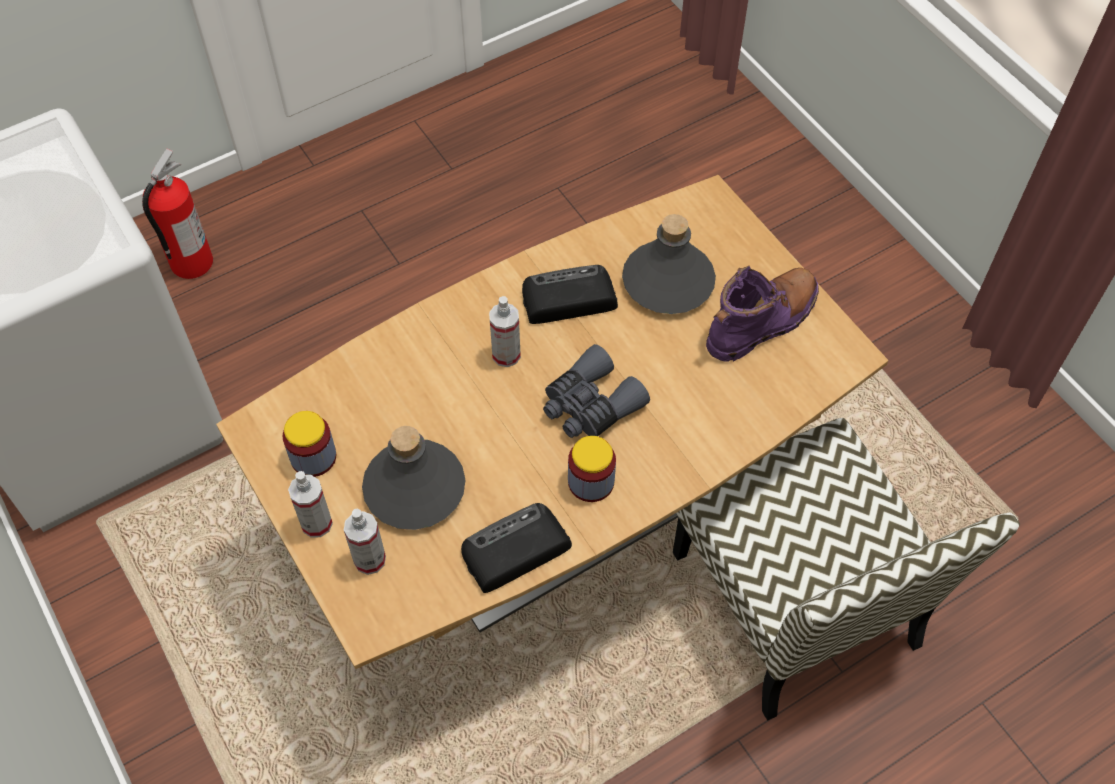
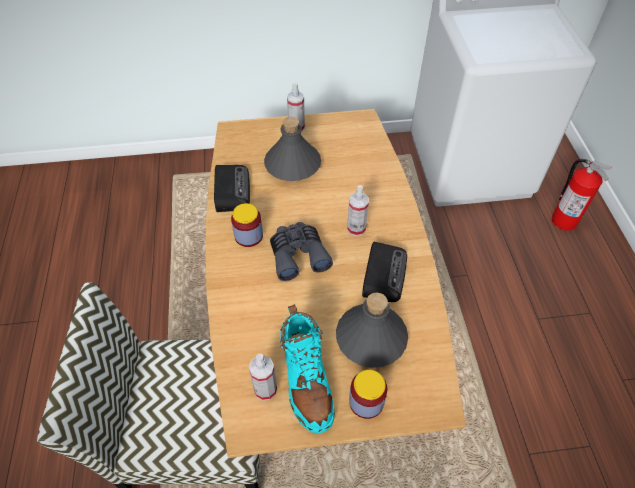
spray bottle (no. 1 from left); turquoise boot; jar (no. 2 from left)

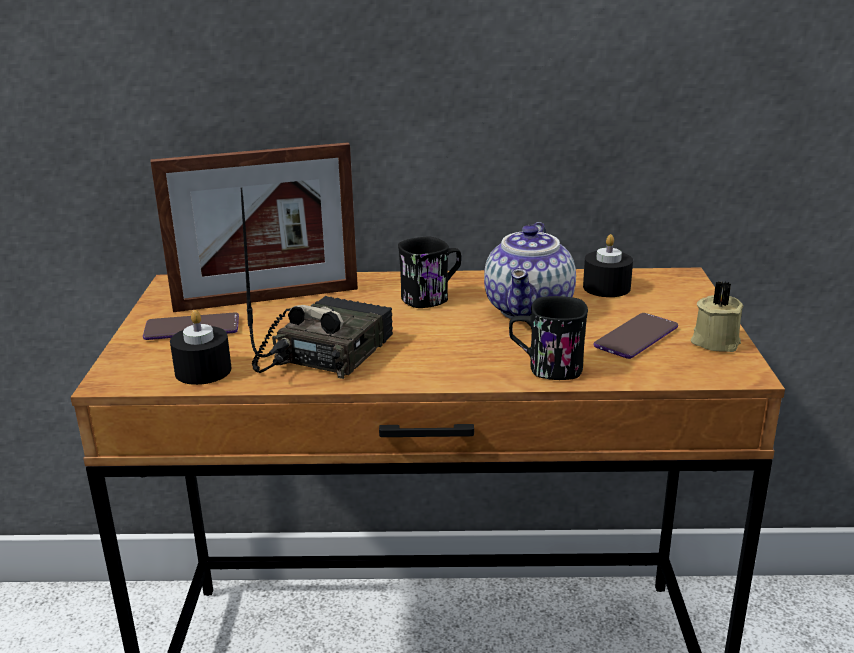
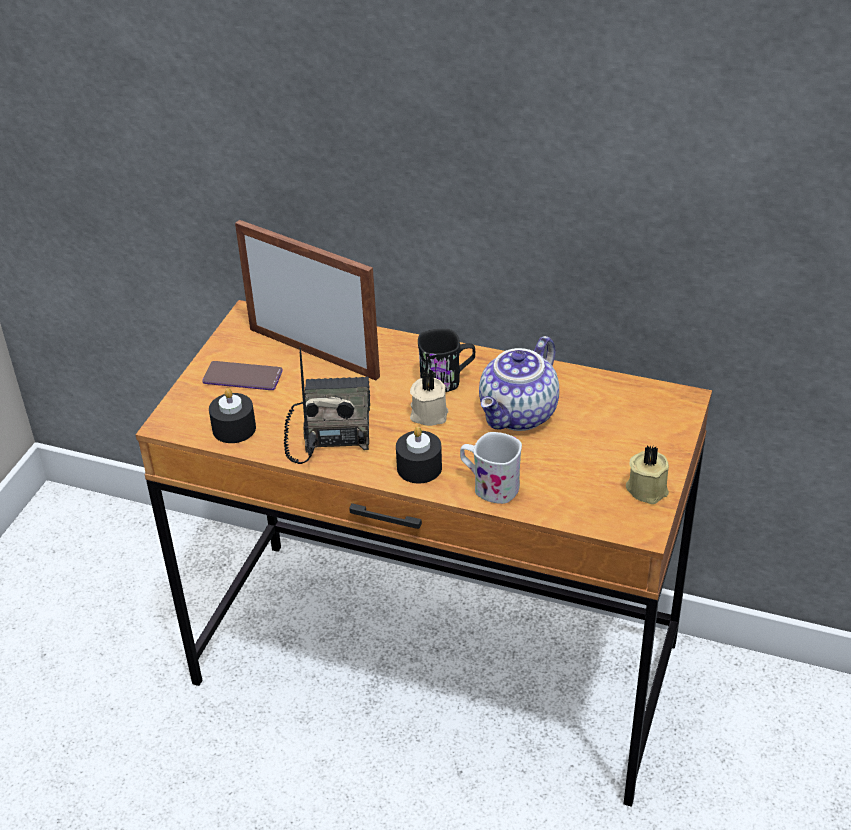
picture frame; radio; black candle (no. 2 from left); beige candle (no. 1 from left); white mug; phone (no. 2 from left in the first image)

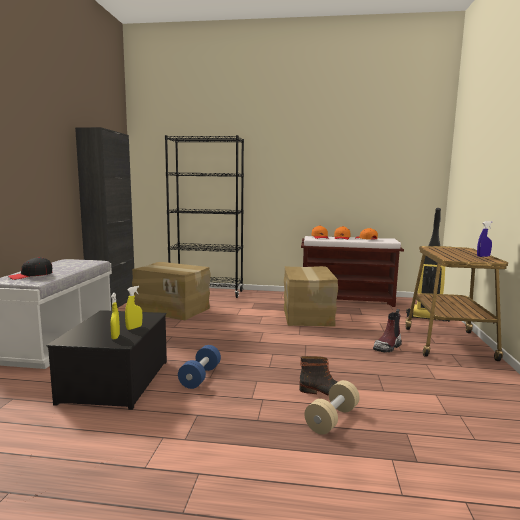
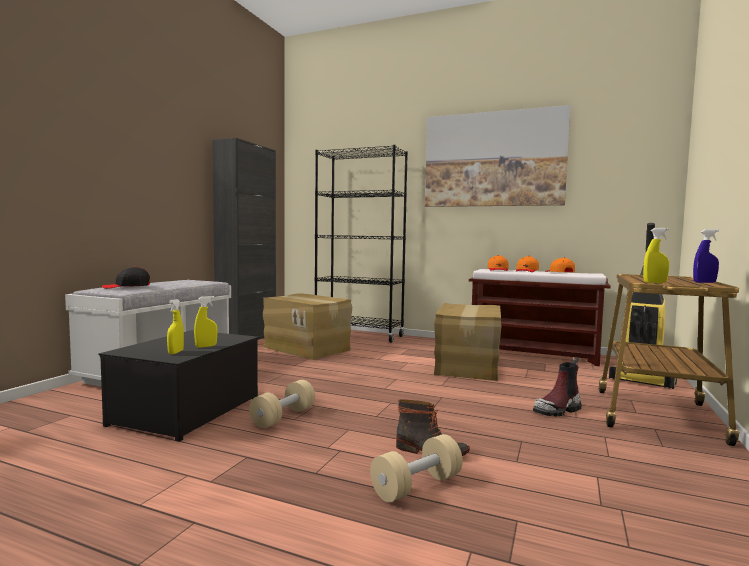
beige dumbbell (no. 1 from left); picture; yellow spray bottle (no. 3 from left)

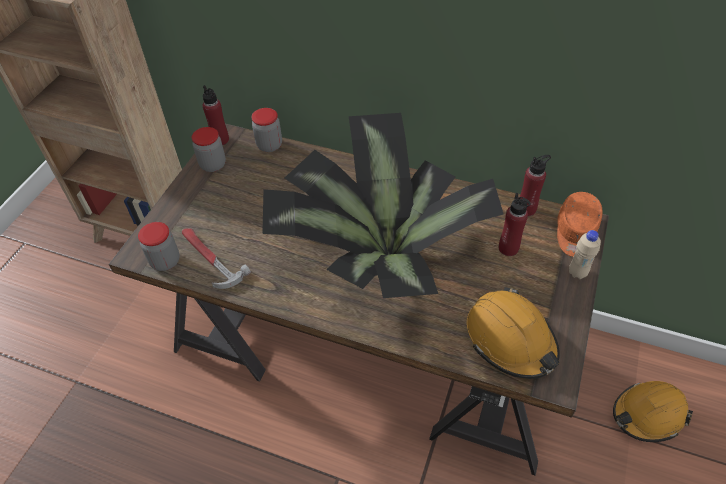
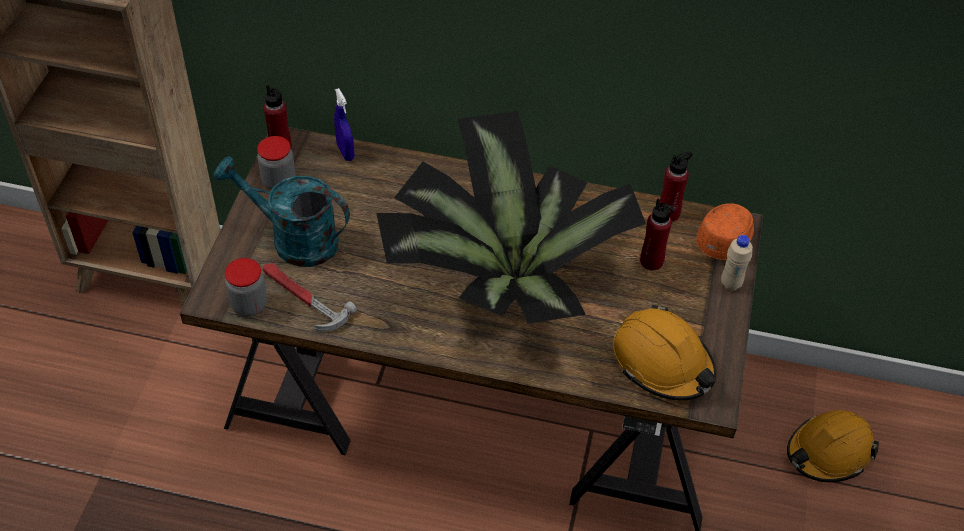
turquoise watering can; blue spray bottle; orange cap

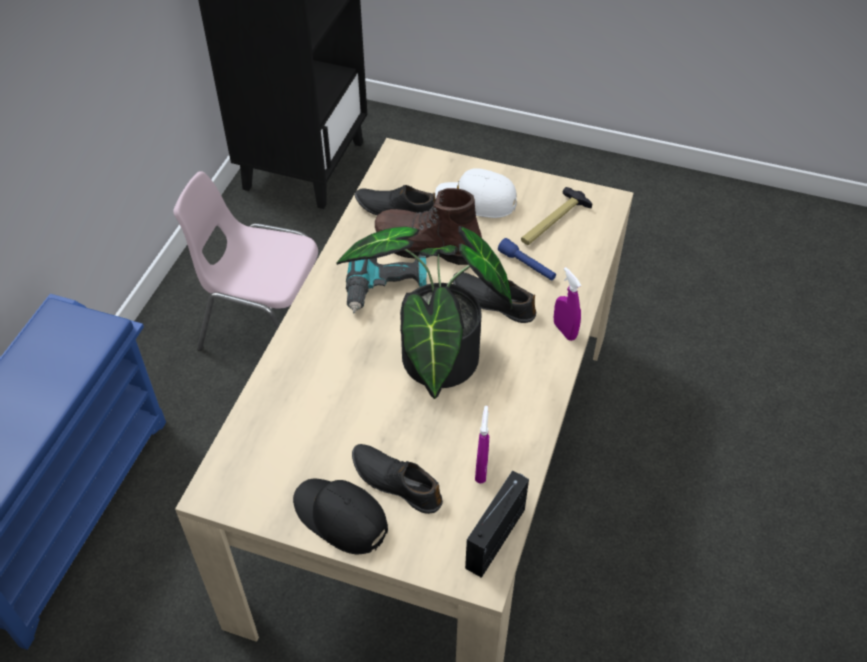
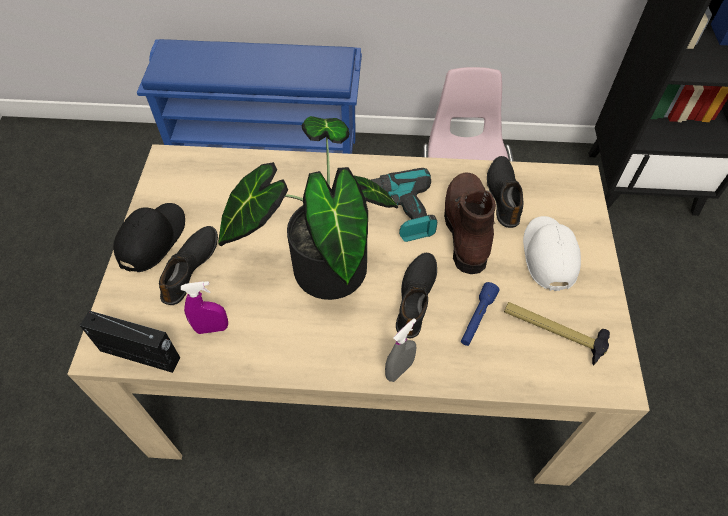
grey spray bottle

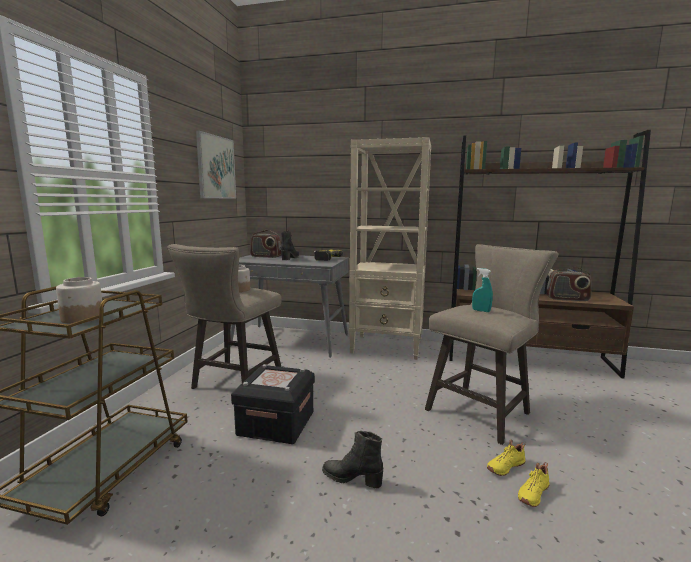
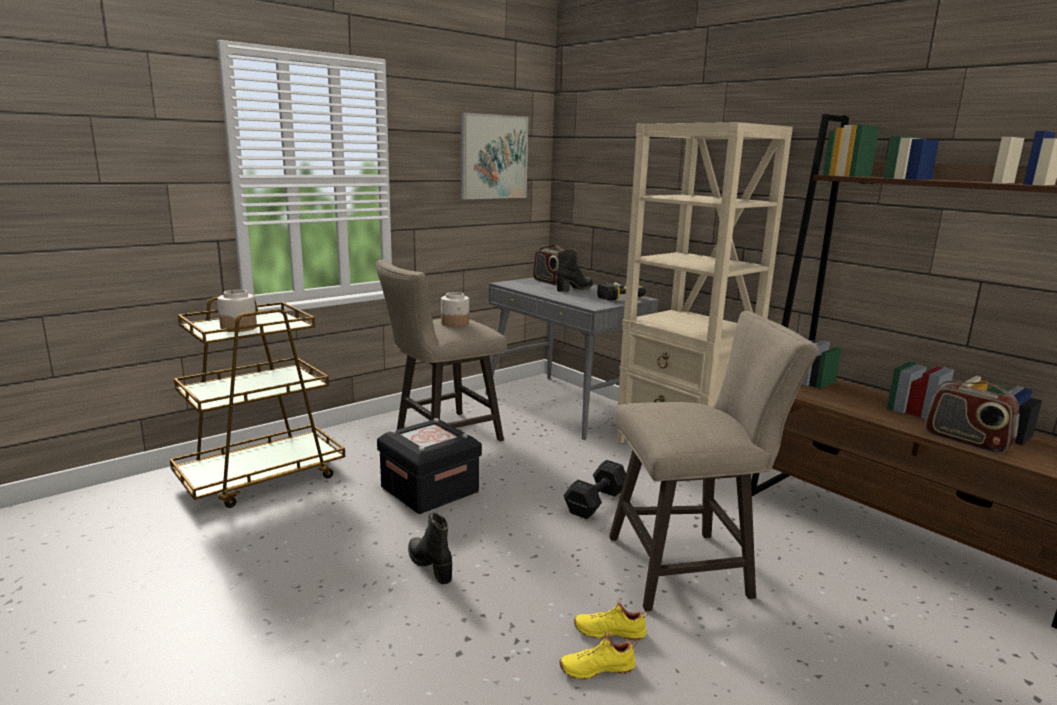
black dumbbell; turquoise spray bottle

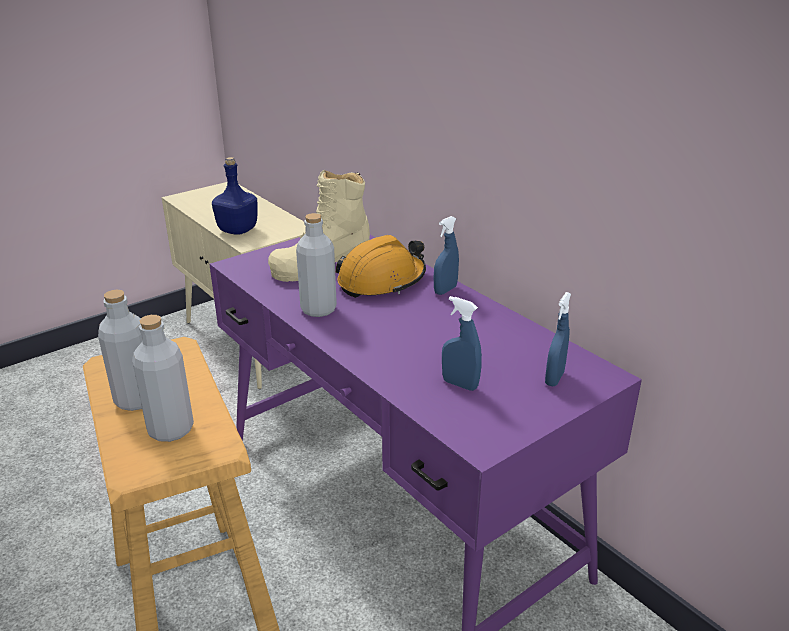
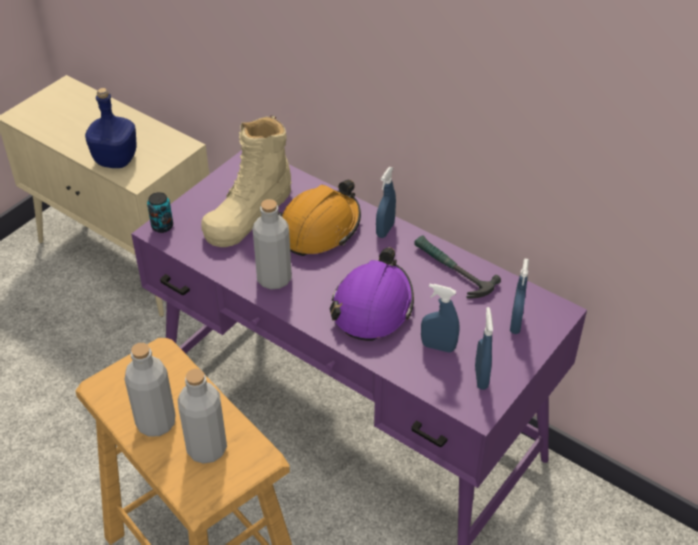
can; purple hard hat; hammer; blue spray bottle (no. 3 from left)

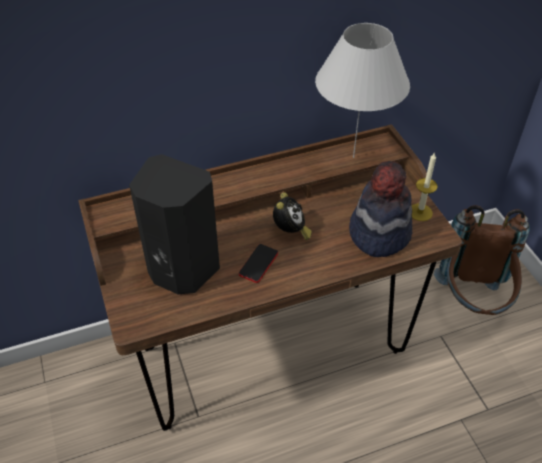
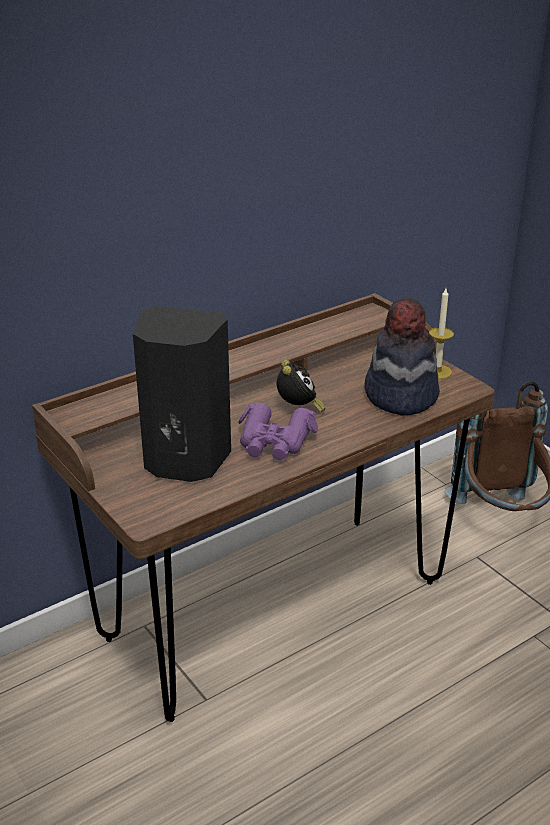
purple binoculars; white table lamp

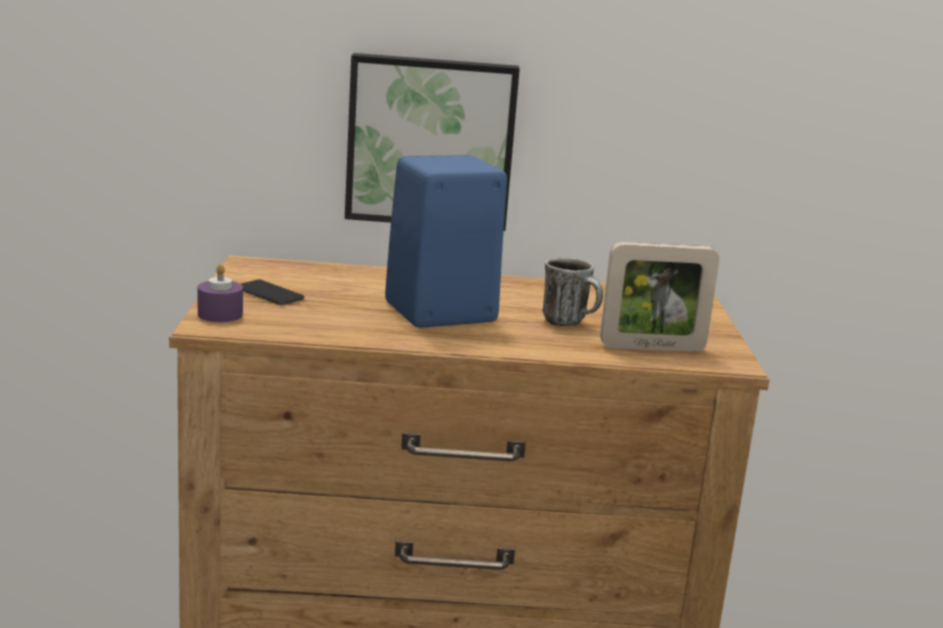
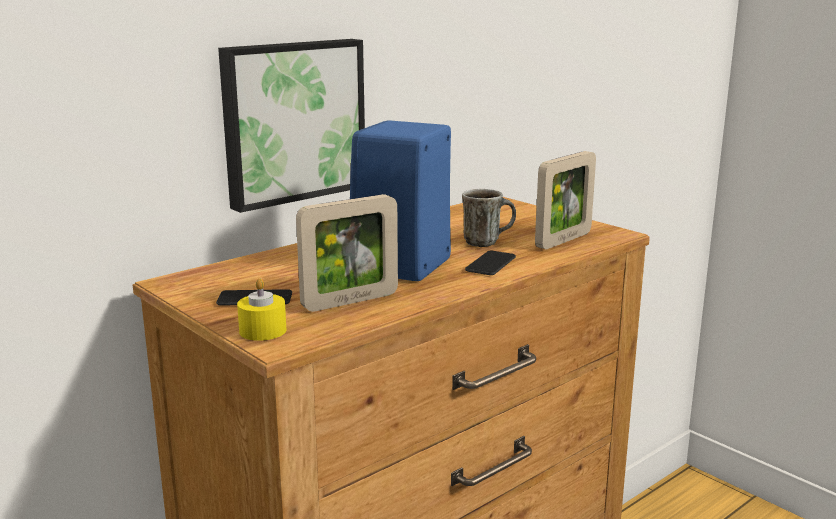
yellow candle; picture frame (no. 1 from left); phone (no. 2 from left)

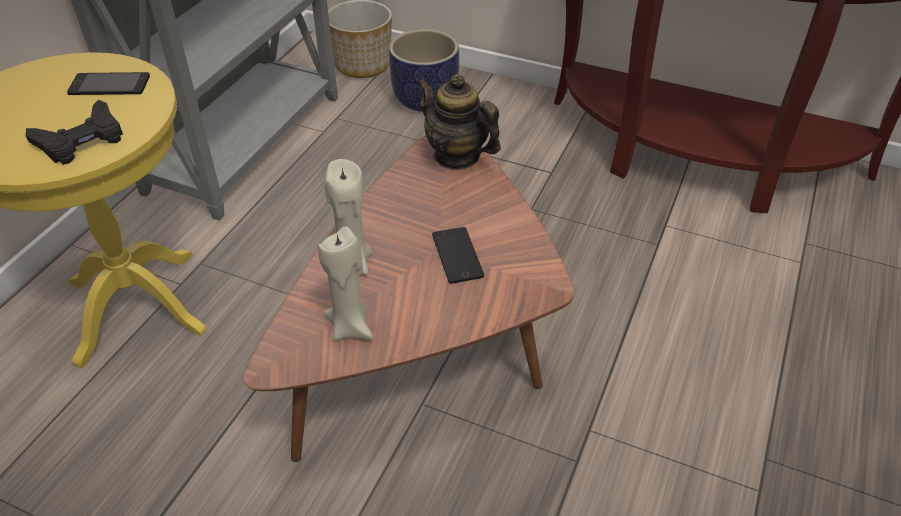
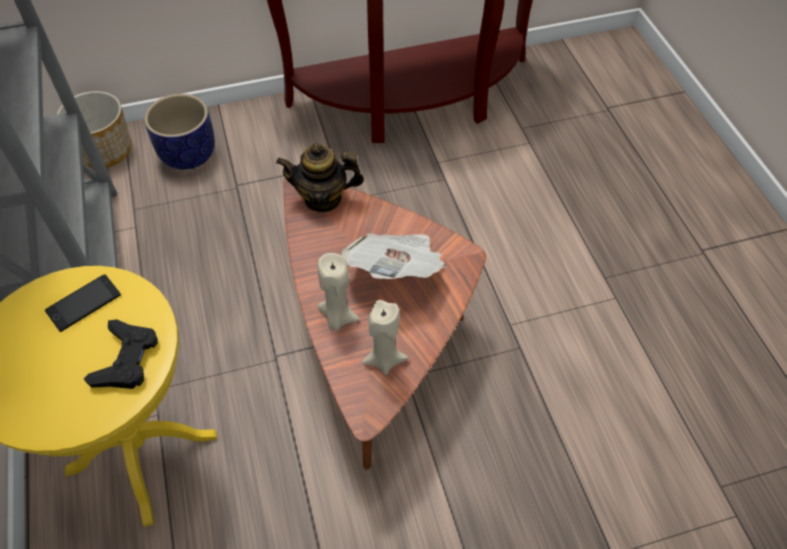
newspaper

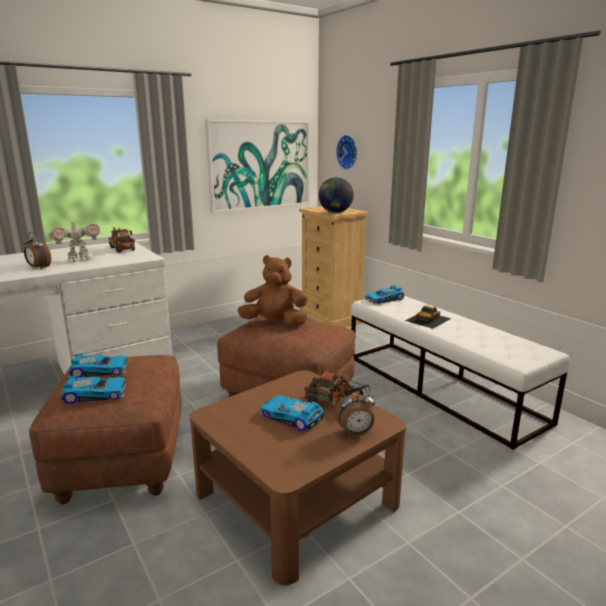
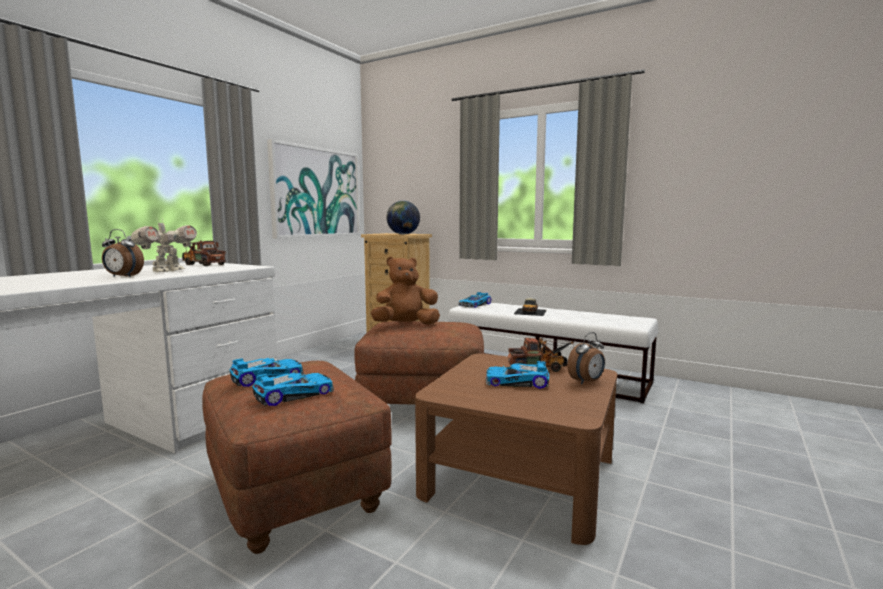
wall clock

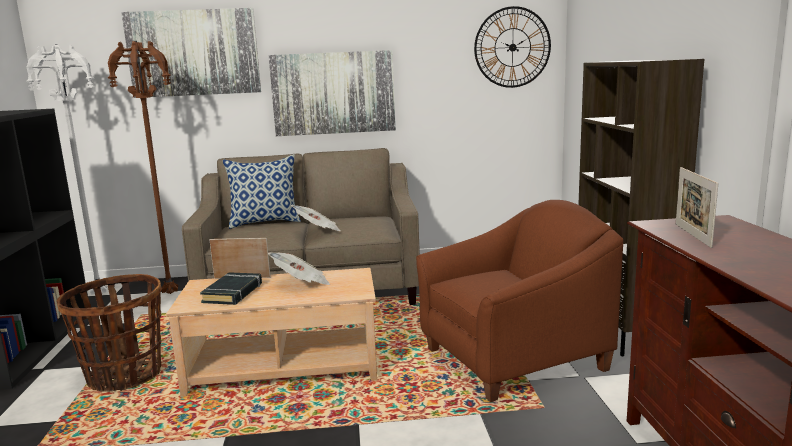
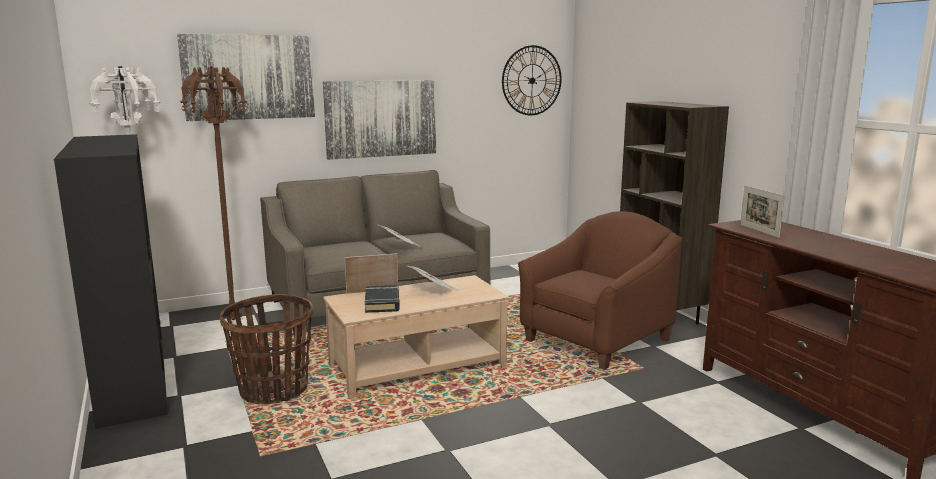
pillow

